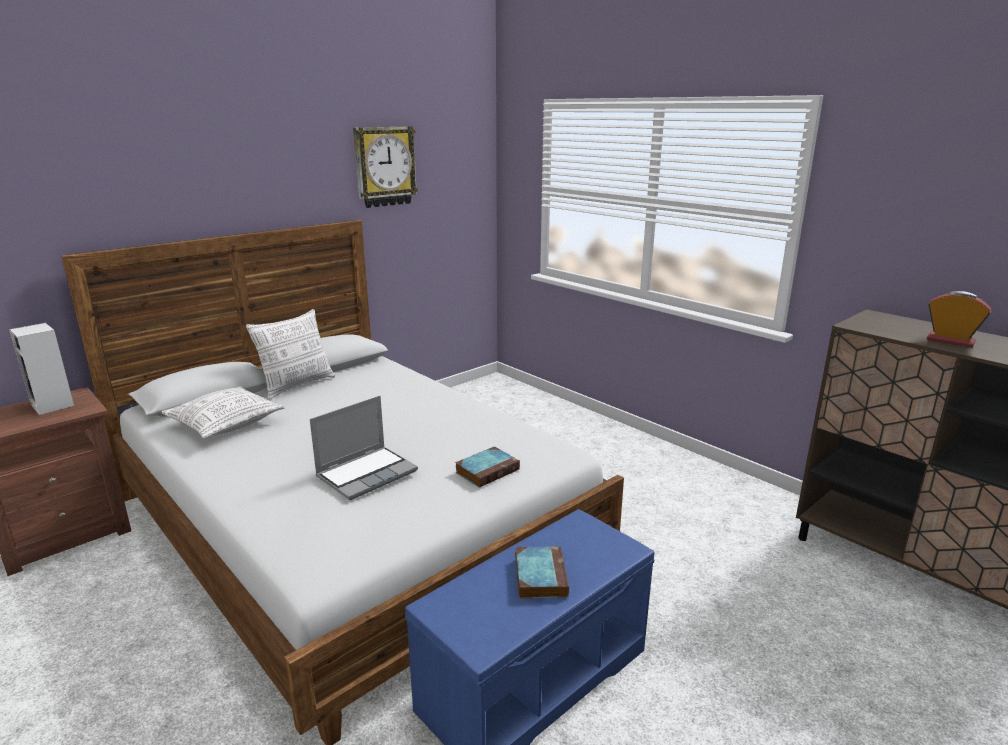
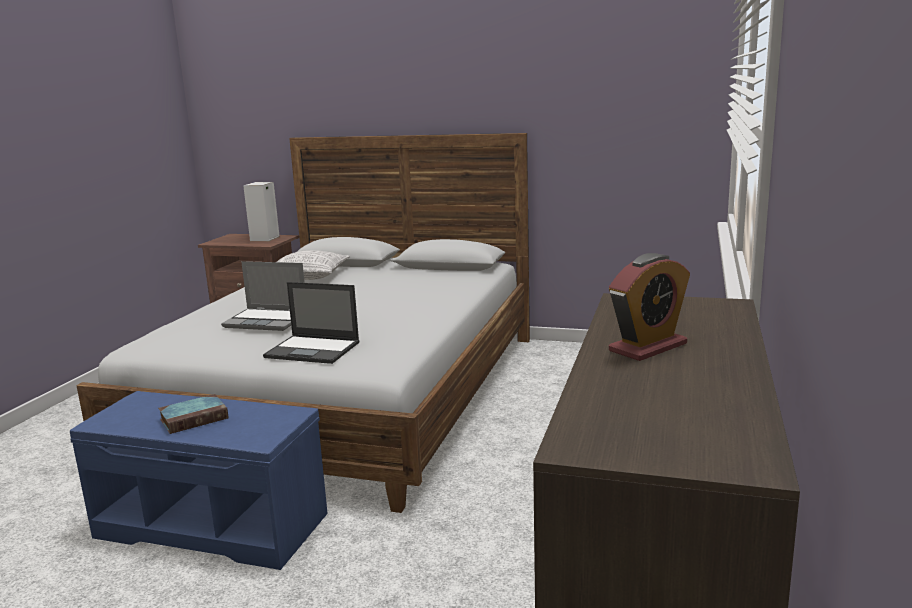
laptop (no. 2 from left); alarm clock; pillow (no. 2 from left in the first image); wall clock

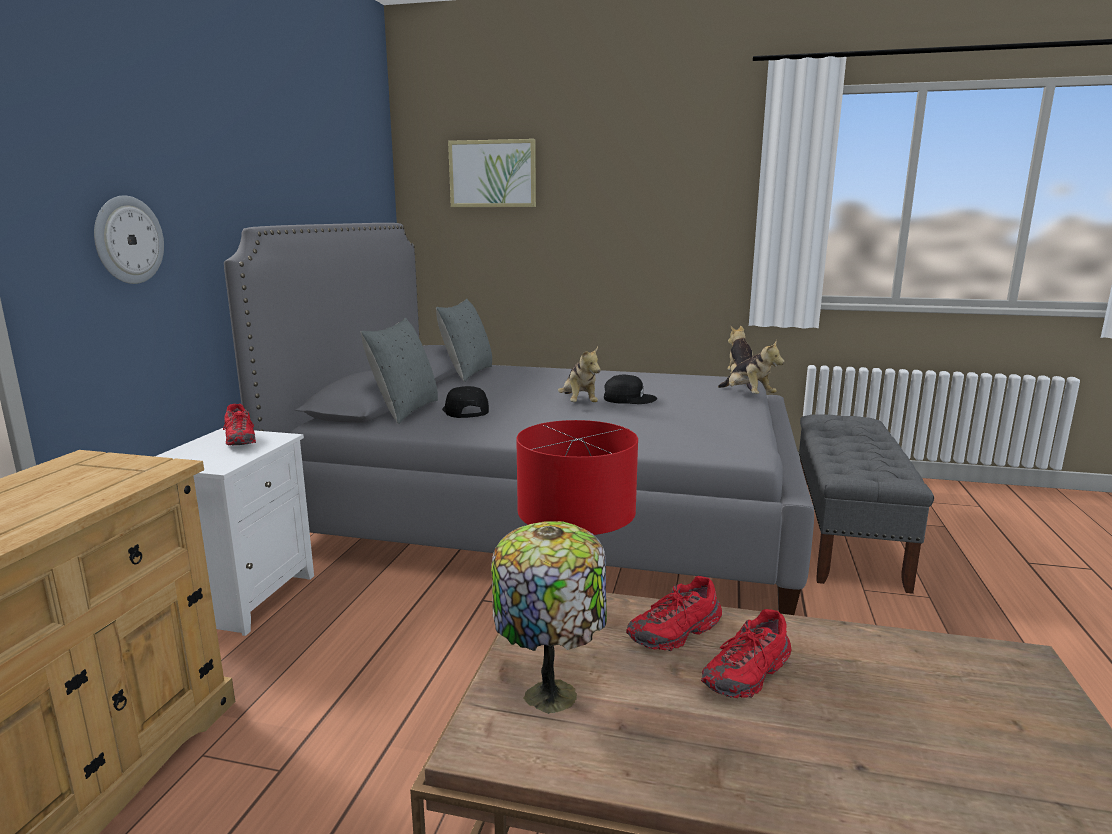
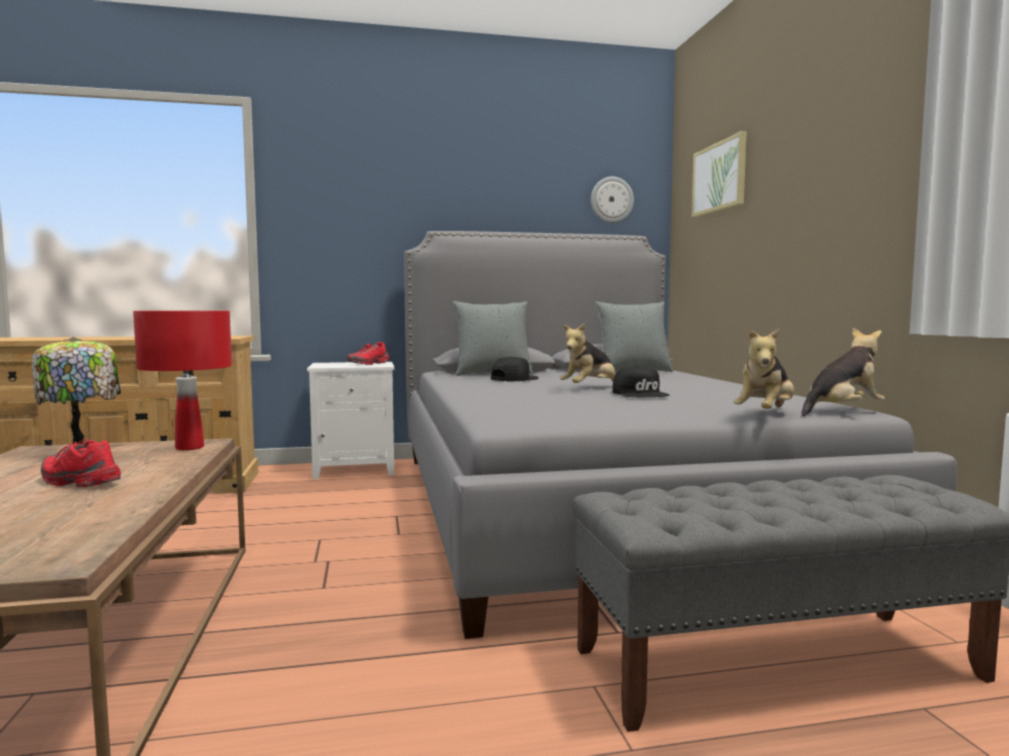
wall clock; red shoe (no. 2 from left in the first image)

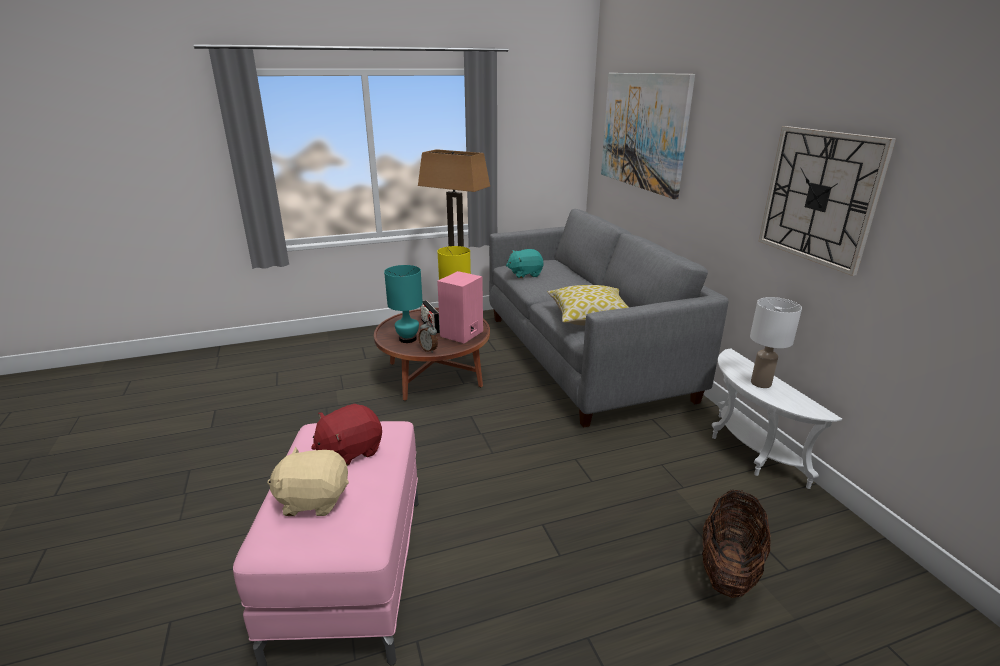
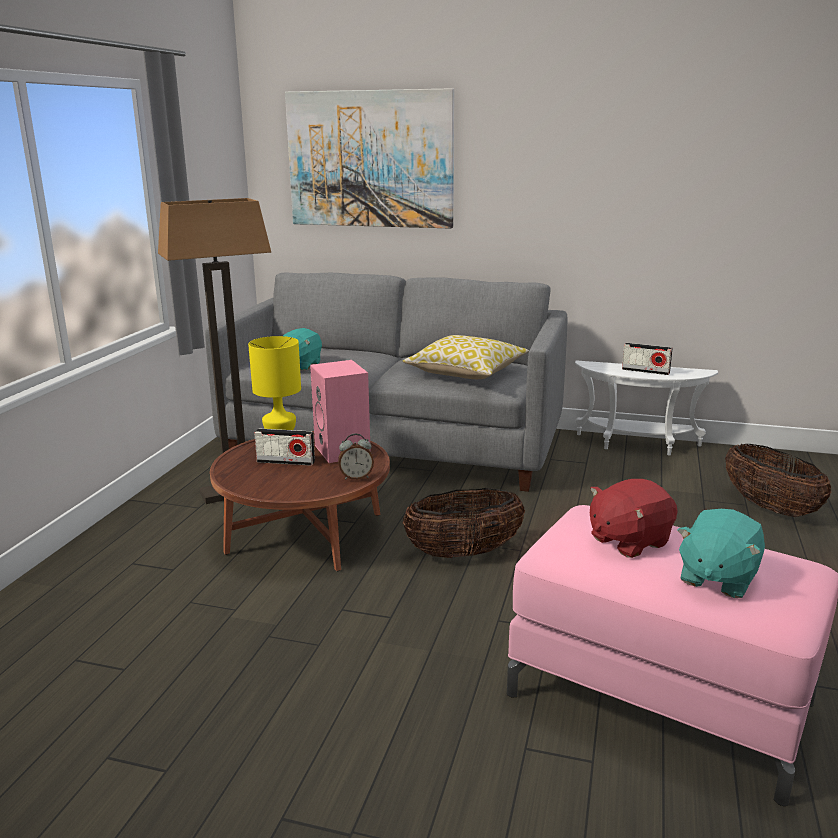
basket (no. 1 from left); red plush toy; radio (no. 2 from left); turquoise plush toy (no. 2 from left); turquoise table lamp; wall clock

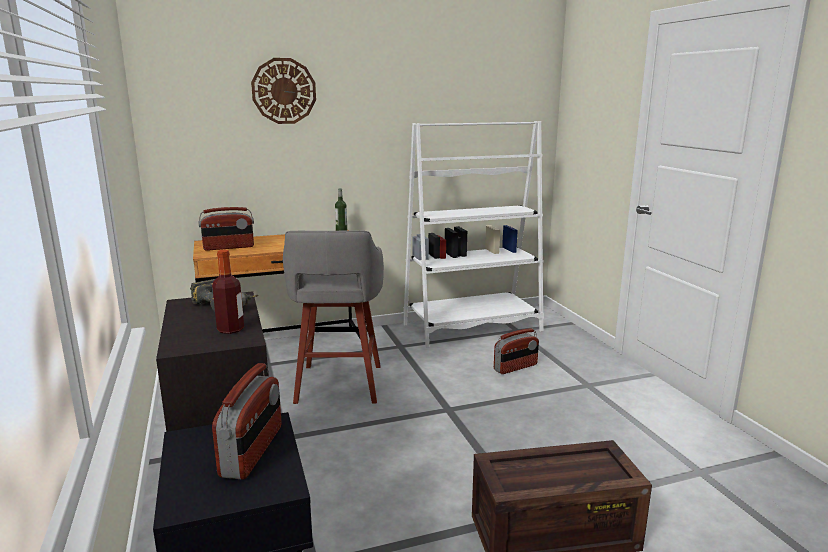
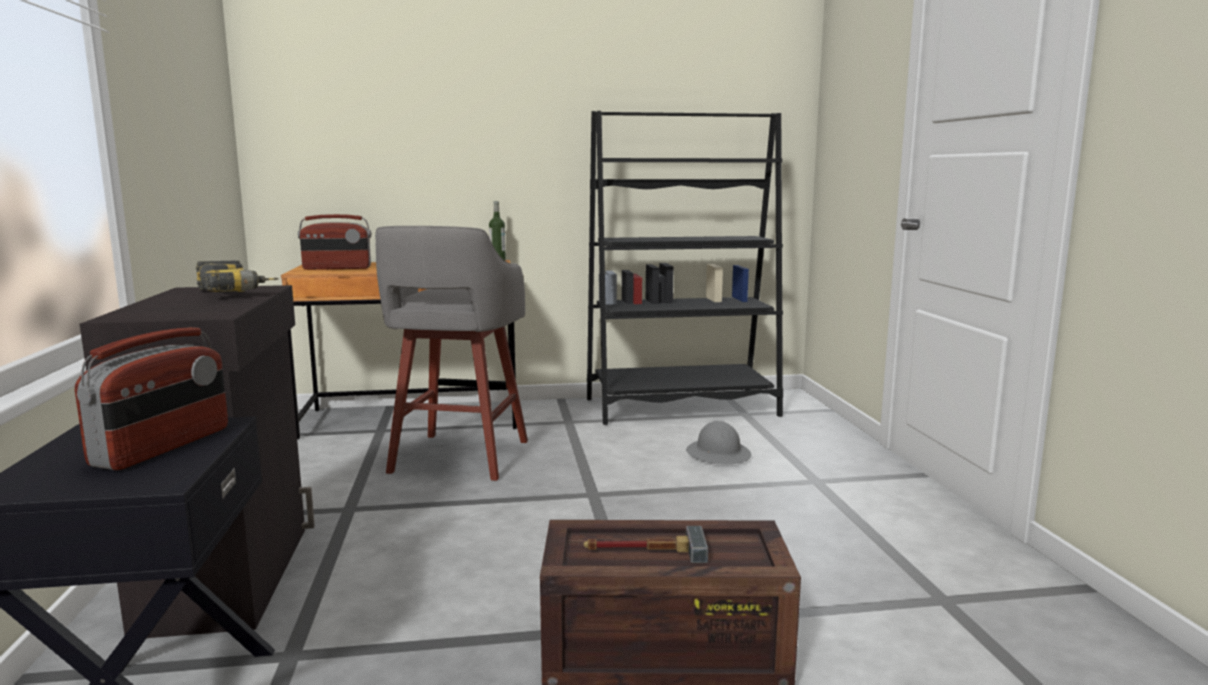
hammer; black bookcase; grey hard hat; bottle (no. 1 from left in the first image); wall clock

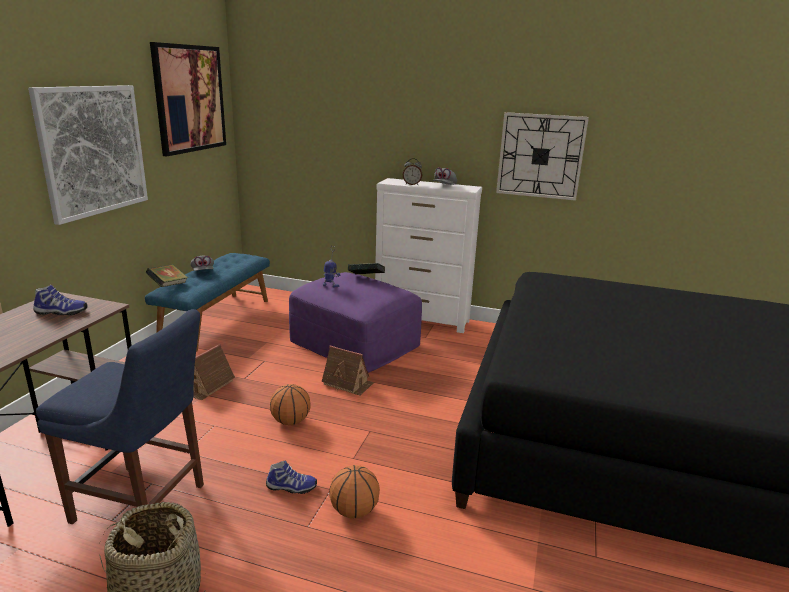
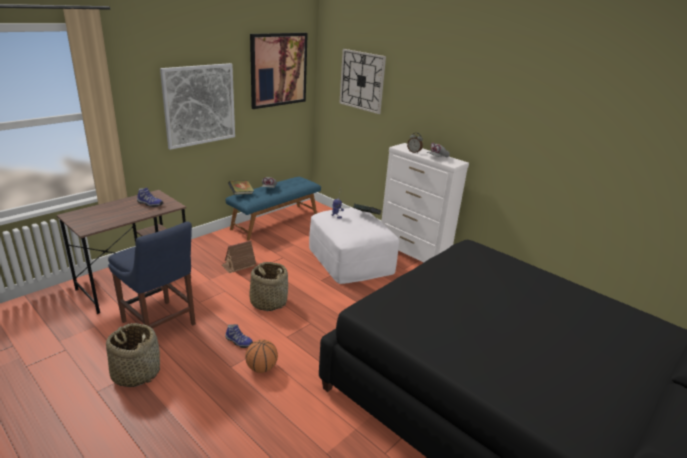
basket (no. 2 from left); white ottoman; wall clock; toy house (no. 2 from left in the first image)

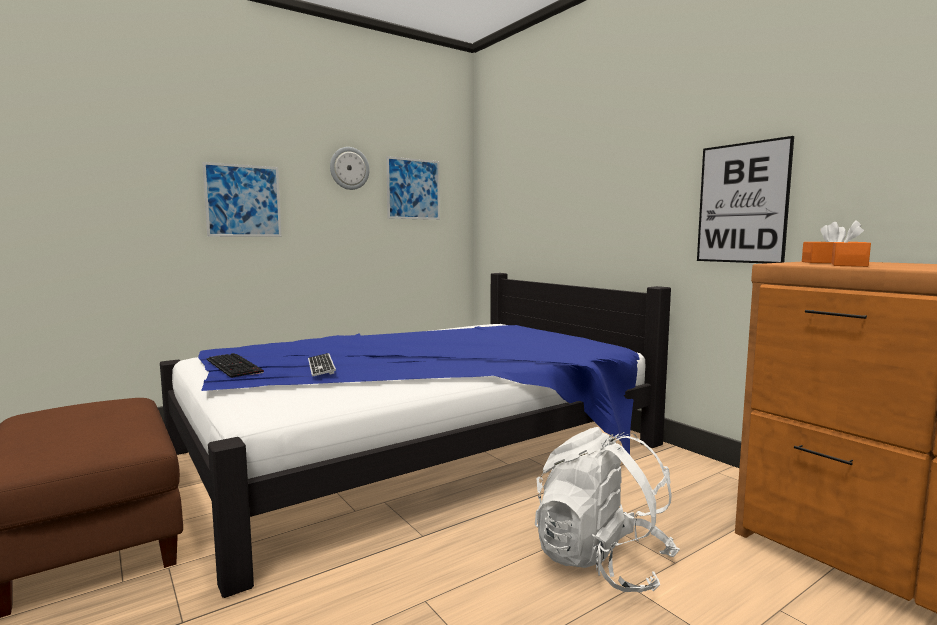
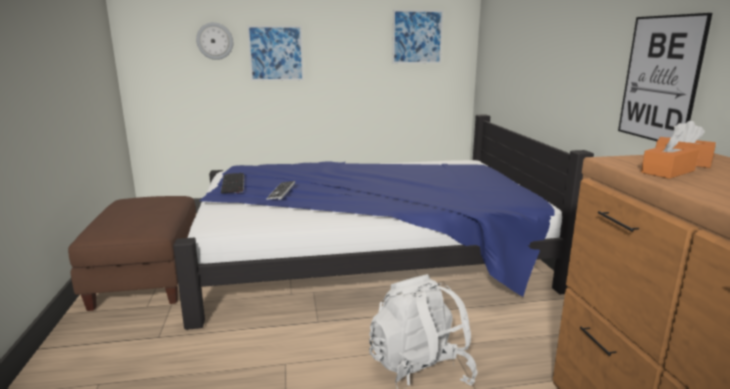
wall clock

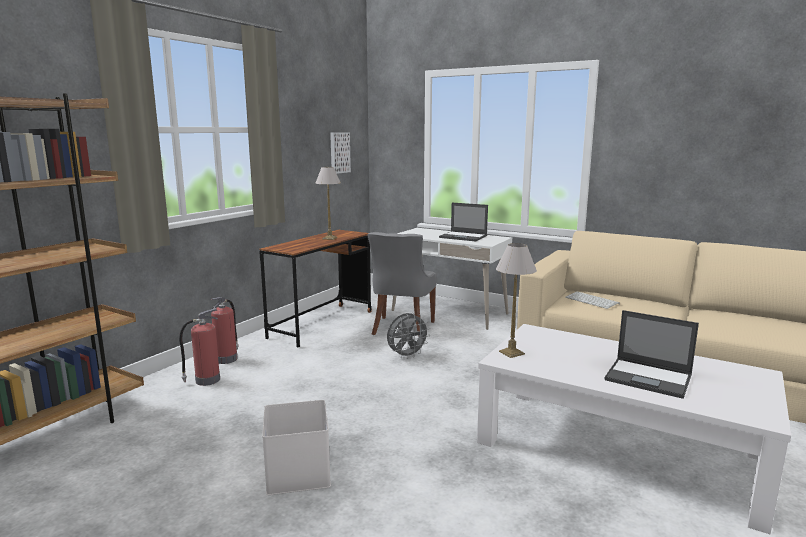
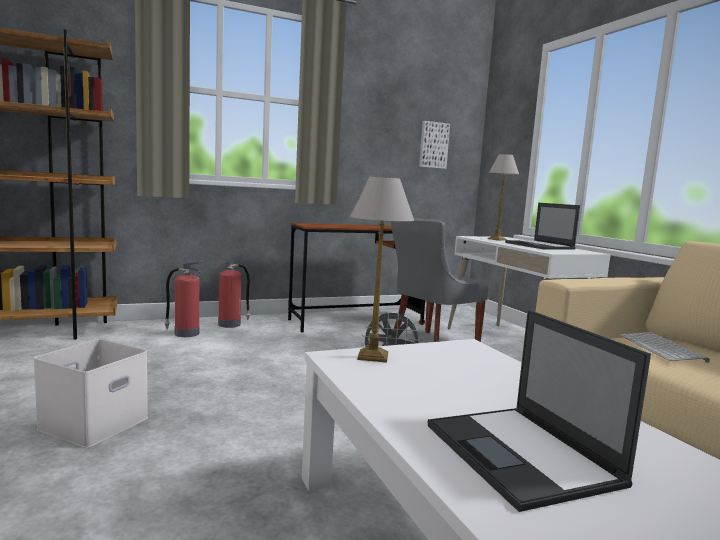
table lamp (no. 2 from left)

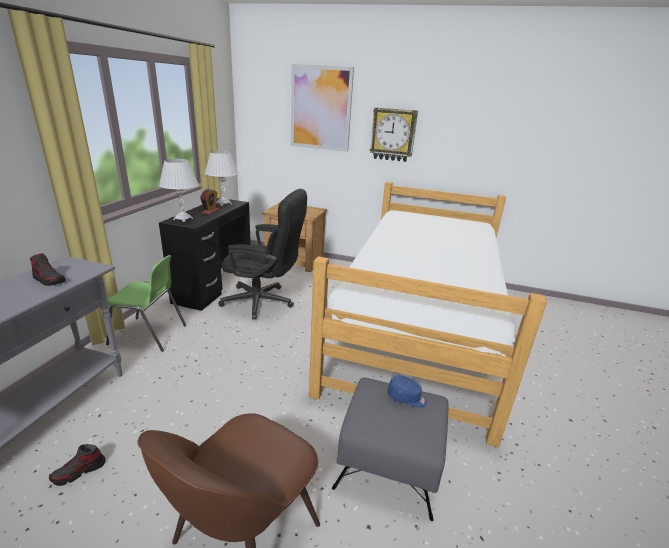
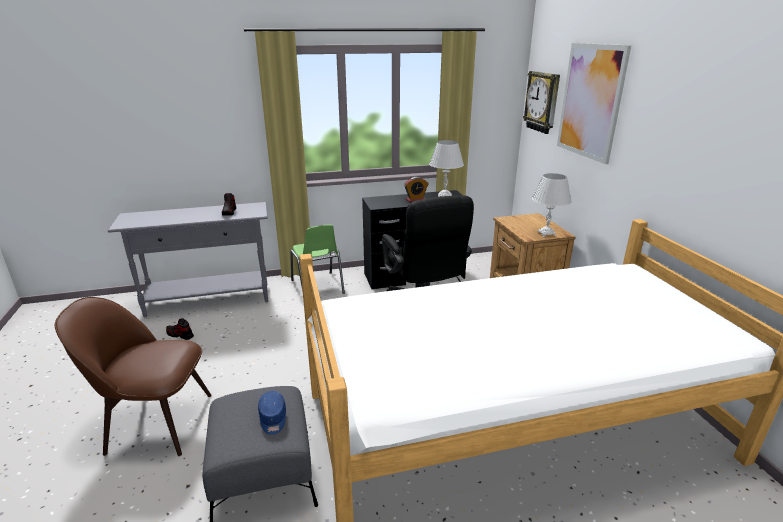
wall clock; white table lamp (no. 2 from left)

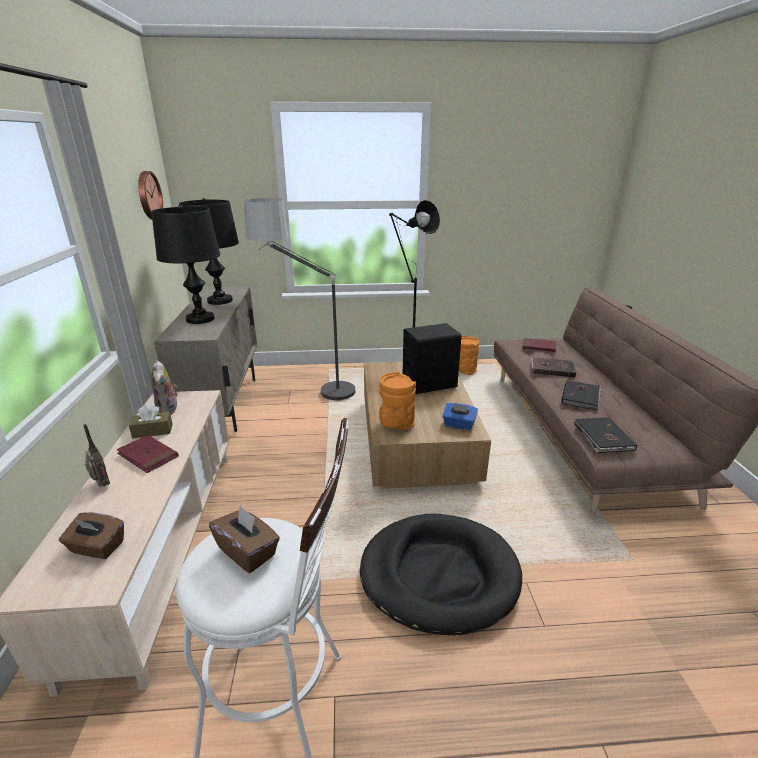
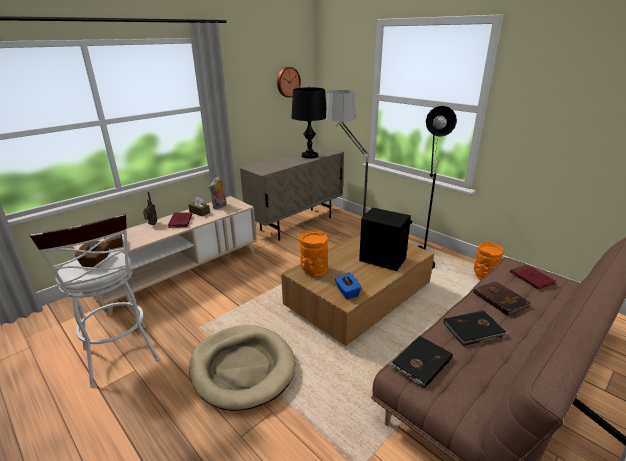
beige dog bed; black table lamp (no. 1 from left in the first image)

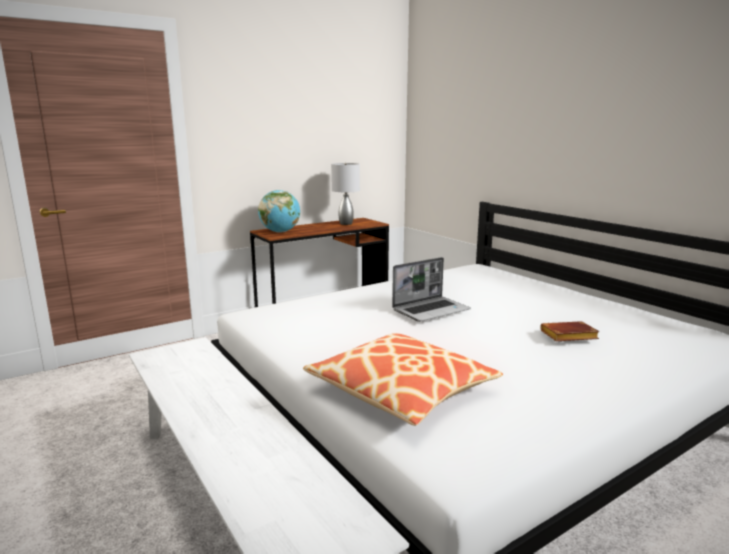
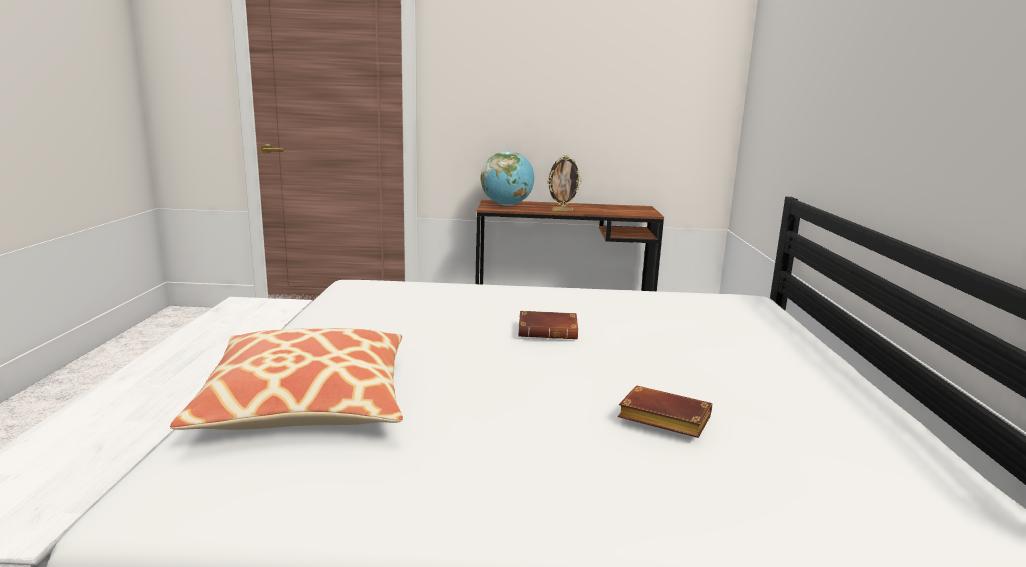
brown book (no. 1 from left); picture frame; grey table lamp

